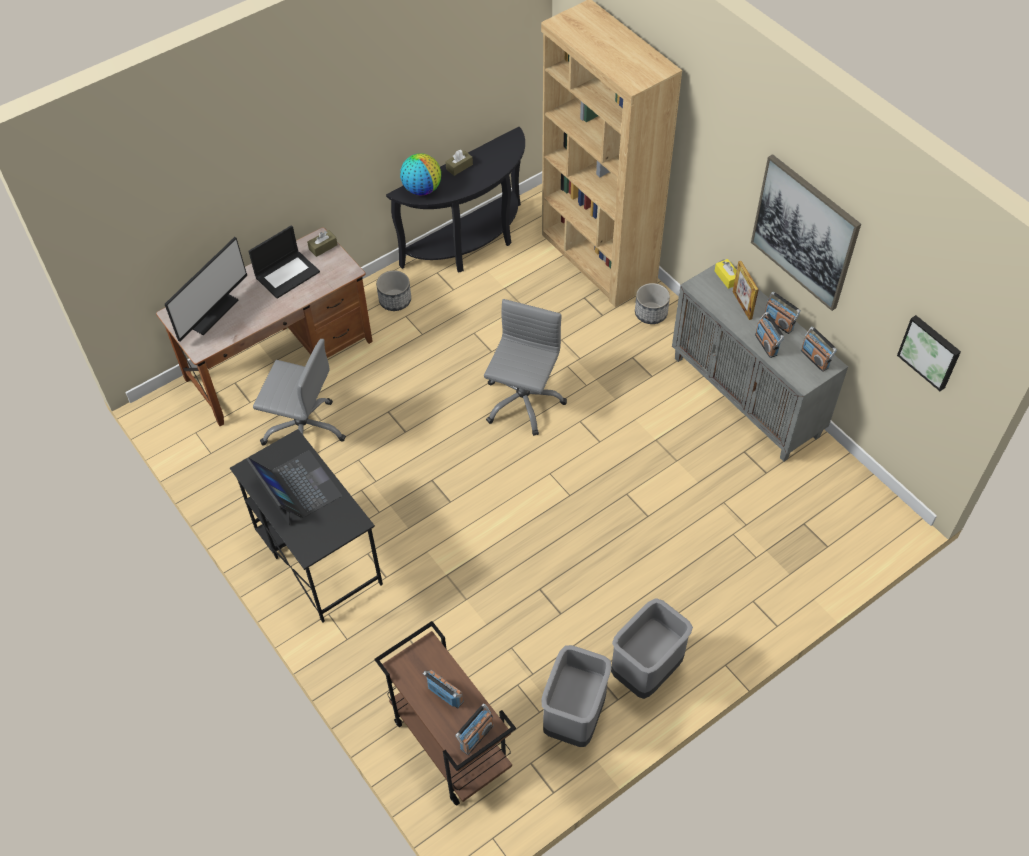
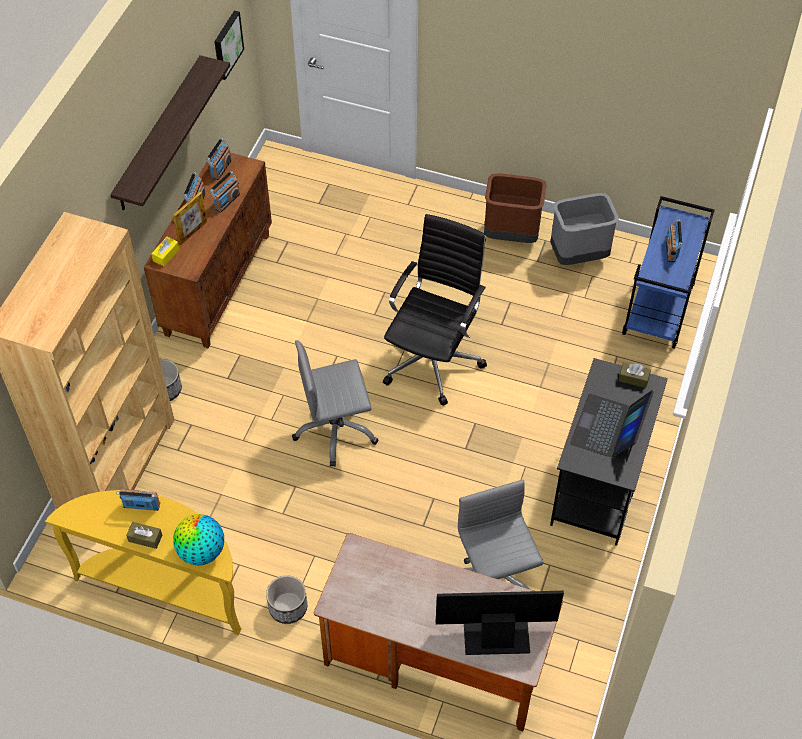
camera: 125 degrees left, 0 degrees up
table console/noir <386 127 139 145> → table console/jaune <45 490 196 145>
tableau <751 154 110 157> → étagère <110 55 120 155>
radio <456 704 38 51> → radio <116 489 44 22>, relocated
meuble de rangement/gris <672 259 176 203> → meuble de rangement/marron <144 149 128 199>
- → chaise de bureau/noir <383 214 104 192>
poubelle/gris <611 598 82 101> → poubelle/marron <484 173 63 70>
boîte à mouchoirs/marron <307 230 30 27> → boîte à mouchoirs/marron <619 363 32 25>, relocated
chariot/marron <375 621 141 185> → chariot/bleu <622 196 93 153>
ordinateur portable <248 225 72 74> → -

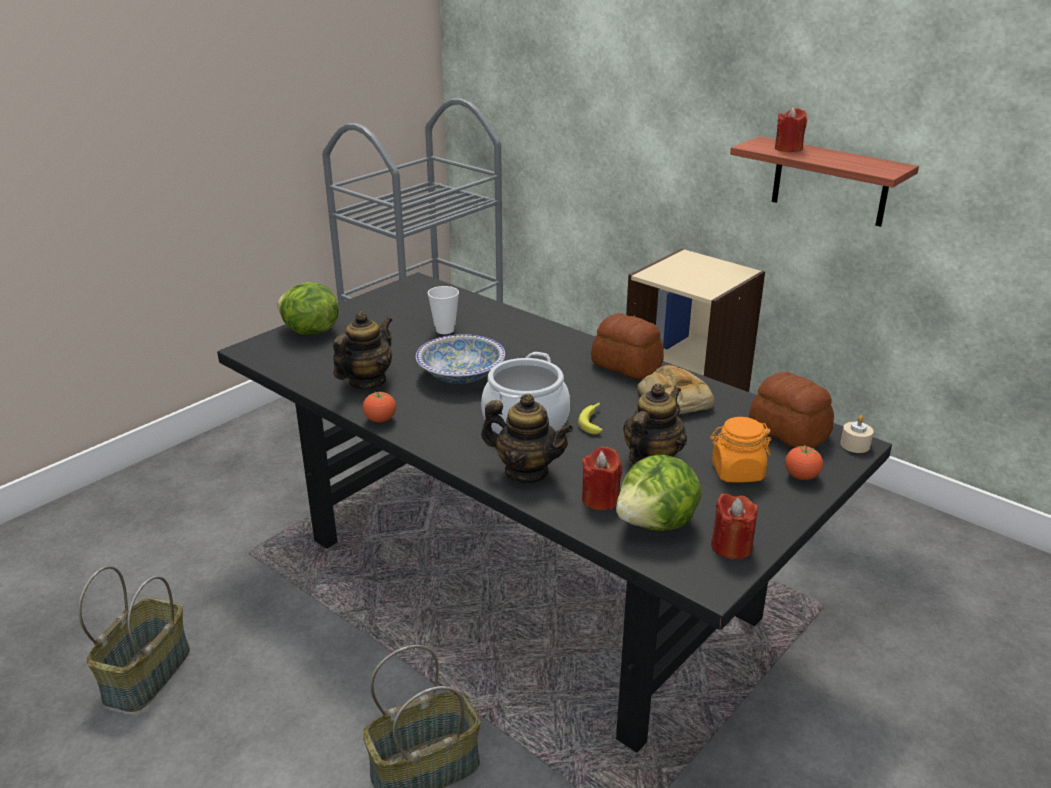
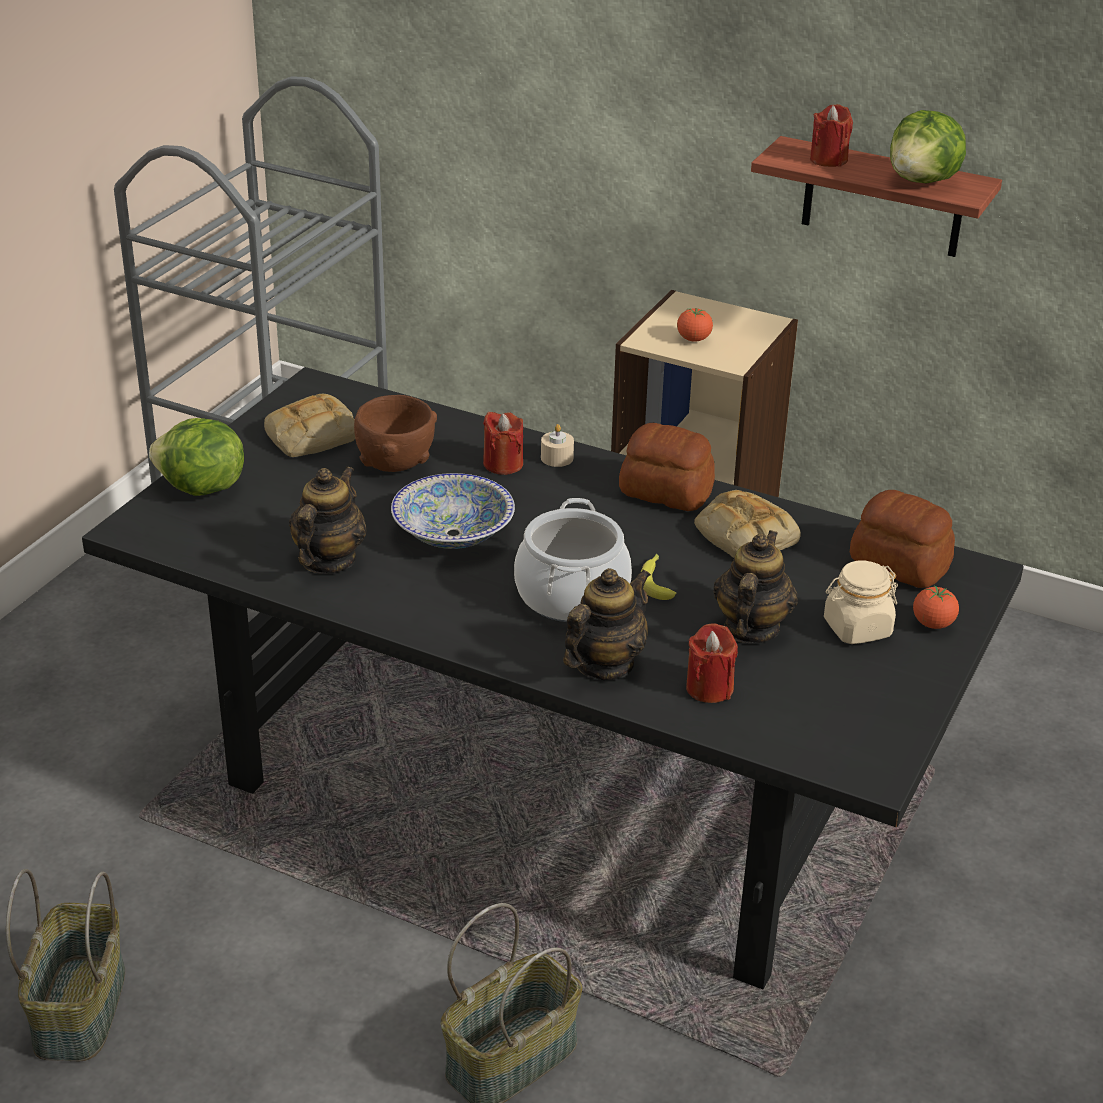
camera: 15 degrees left, 5 degrees up
- → pain <264 394 91 63>
tasse <428 286 31 48> → bol/marron <354 395 83 77>
bougie/rouge <711 493 47 67> → bougie/rouge <483 412 40 63>, relocated
bougie/beige <840 415 34 38> → bougie/beige <541 424 33 43>, relocated
théière <481 393 93 90> → théière <563 568 88 112>, 60 degrees counterclockwise
tomate <363 392 33 30> → tomate <677 308 36 34>, relocated
bocal/orange <710 417 61 66> → bocal/beige <824 561 74 83>
laitue <616 455 86 76> → laitue <890 110 76 74>, relocated

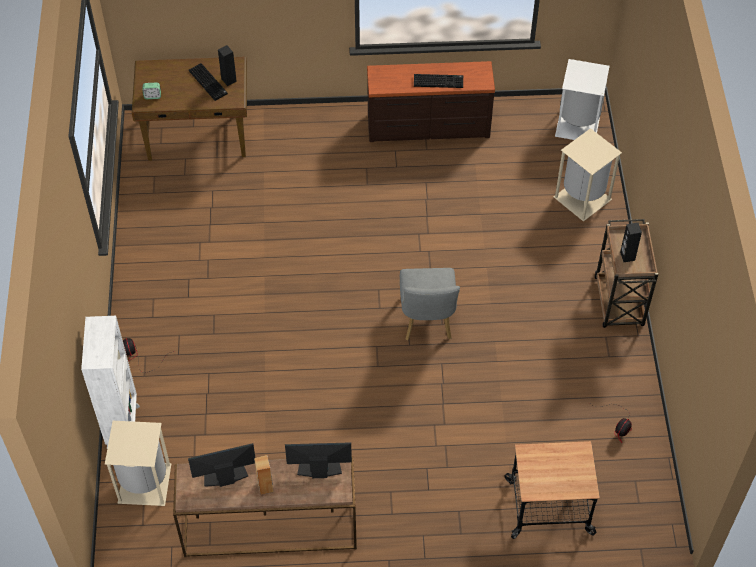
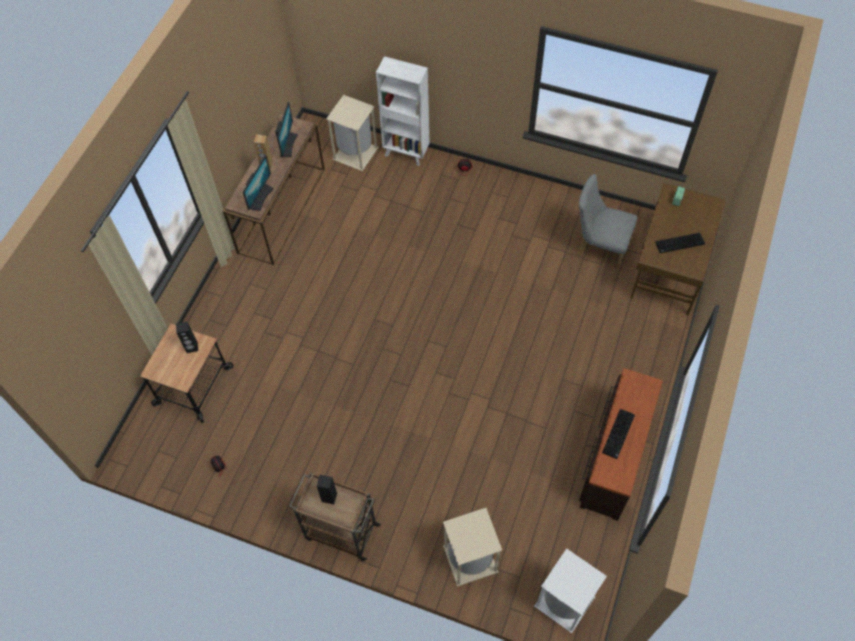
camera: 115 degrees right, 5 degrees up
enceinte/noir <218 45 19 41> → enceinte/noir <176 322 22 31>, relocated
chaise/gris <400 268 60 72> → chaise/gris <577 174 61 97>, relocated

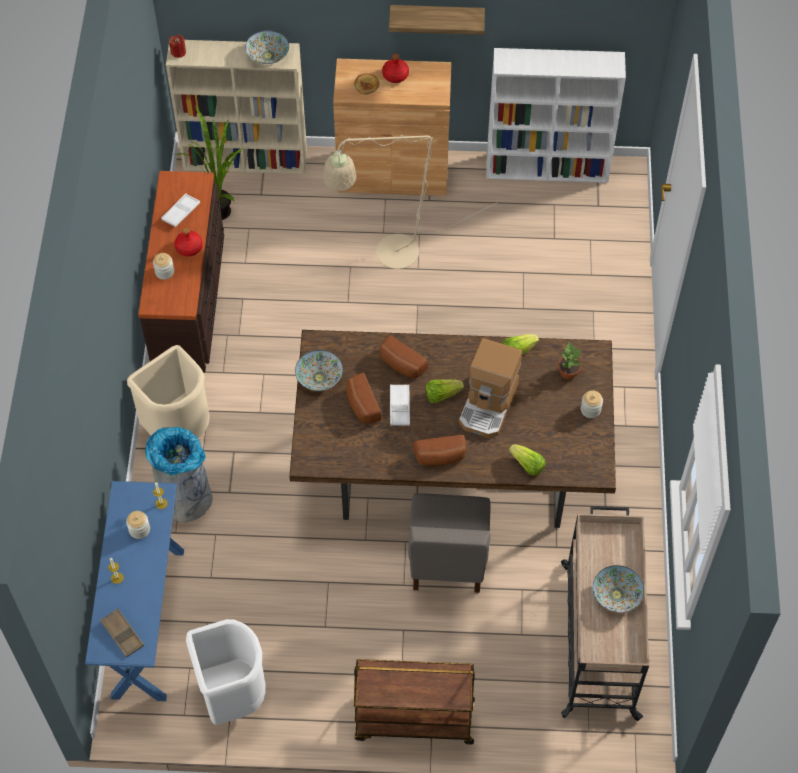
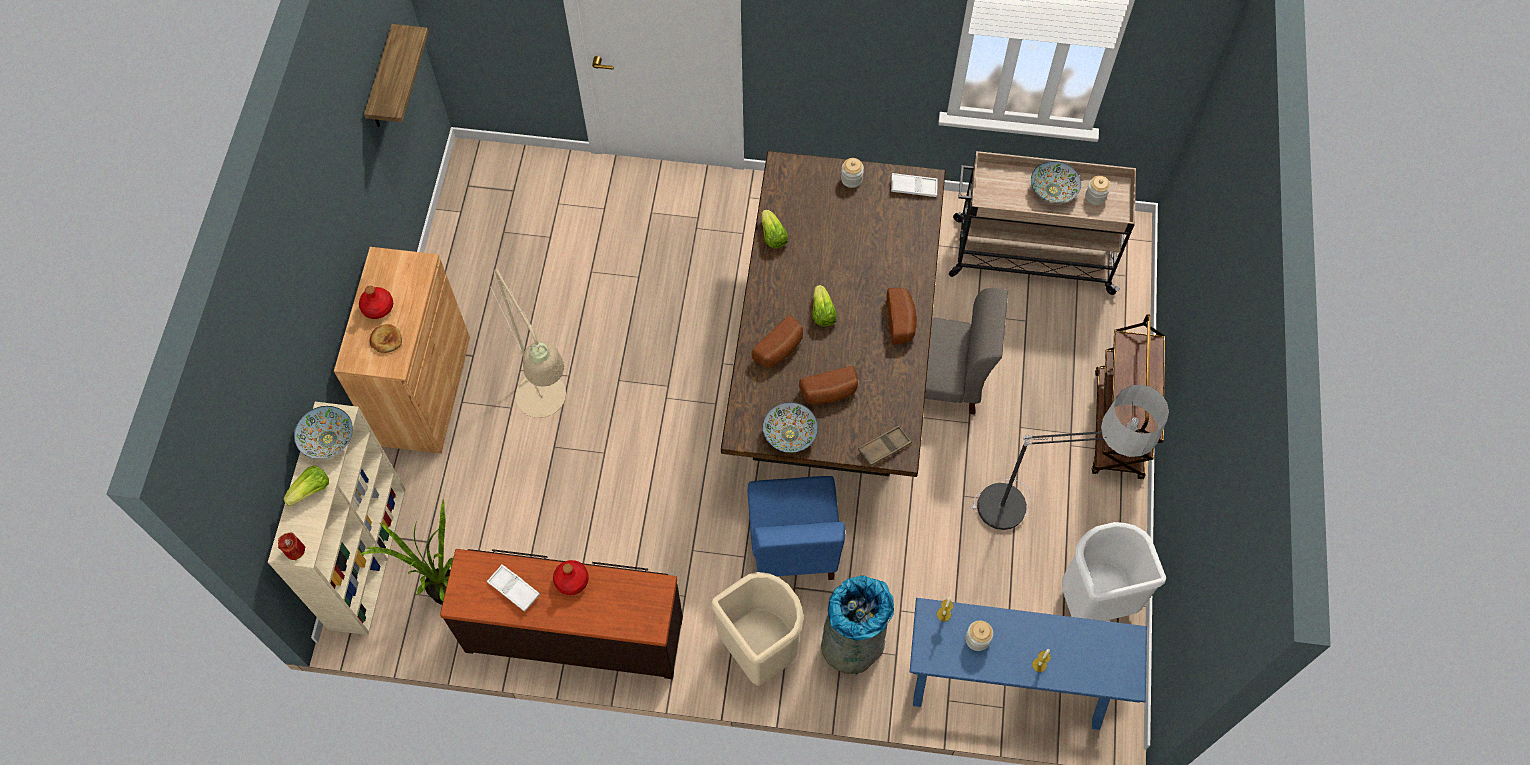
camera: 85 degrees left, 5 degrees up
laitue <509 444 37 32> → laitue <283 465 46 42>, relocated
étagère <389 5 96 30> → étagère <364 24 65 103>, relocated
- → chaise/bleu <748 476 97 104>
plateau/marron <100 608 44 50> → plateau/marron <858 426 54 40>, relocated
plateau/blanc <390 384 20 42> → plateau/blanc <891 173 47 24>, relocated
- → lampadaire <972 385 197 145>
bocal <153 253 21 27> → bocal <1085 176 26 29>, relocated
machine à café <459 338 63 100> → -
bibliothèque/blanc <486 48 140 135> → -
plante en pot <558 342 24 37> → -

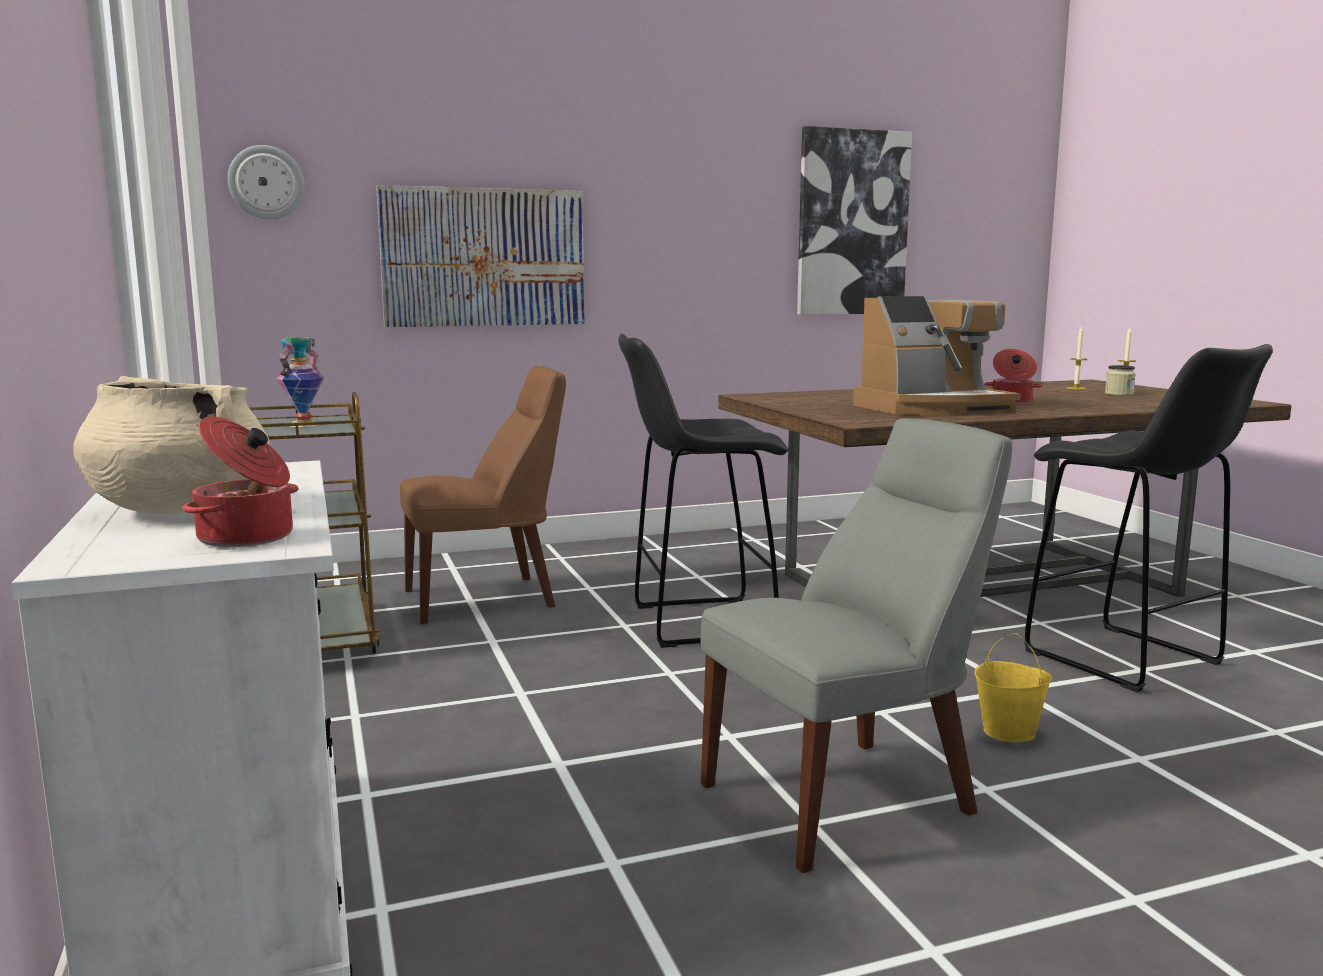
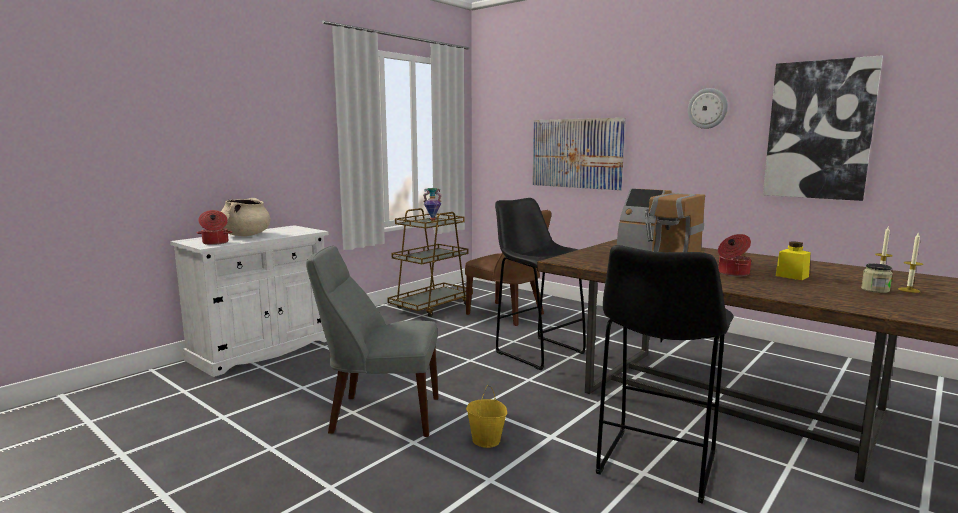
camera: 60 degrees right, 0 degrees up
chaise/gris <700 418 312 455> → chaise/gris <306 246 132 191>, 150 degrees clockwise
horloge murale <228 145 76 75> → horloge murale <688 88 40 41>, relocated
- → bocal/jaune <776 241 35 39>

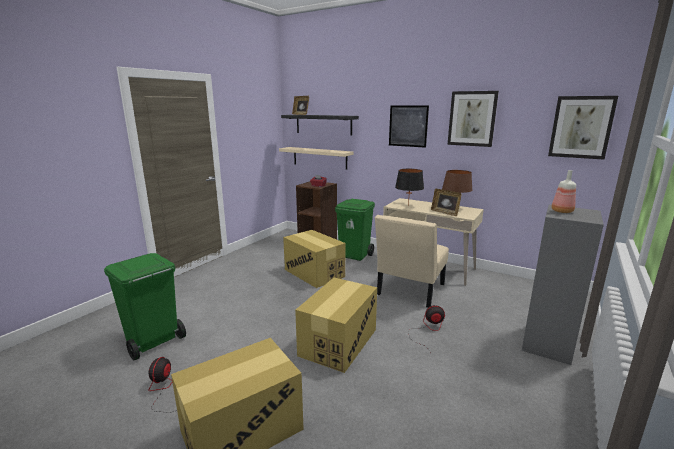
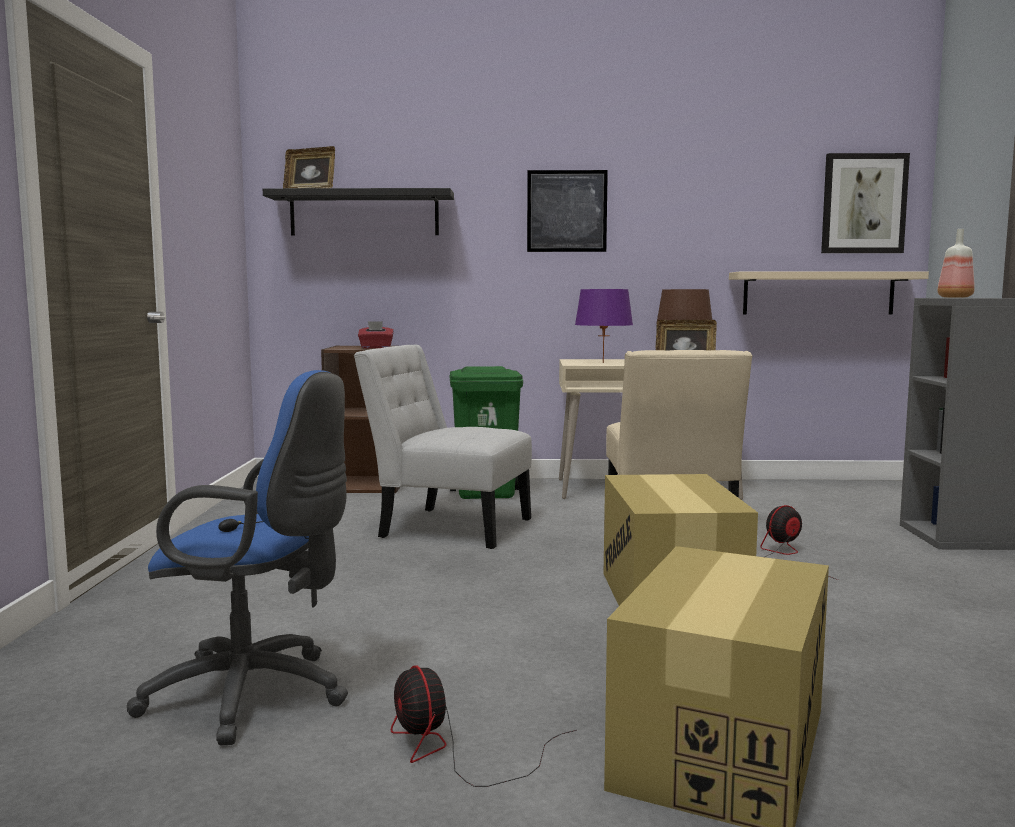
camera: 30 degrees left, 10 degrees down
poubelle/vert <104 253 82 108> → chaise de bureau/bleu <127 370 221 376>
carton <283 230 63 58> → chaise/blanc <354 345 178 204>
lampe de table/noir <395 169 29 37> → lampe de table/violet <575 289 58 74>
étagère/beige <279 147 74 23> → étagère/beige <729 271 200 43>, relocated
tableau <447 91 52 56> → -

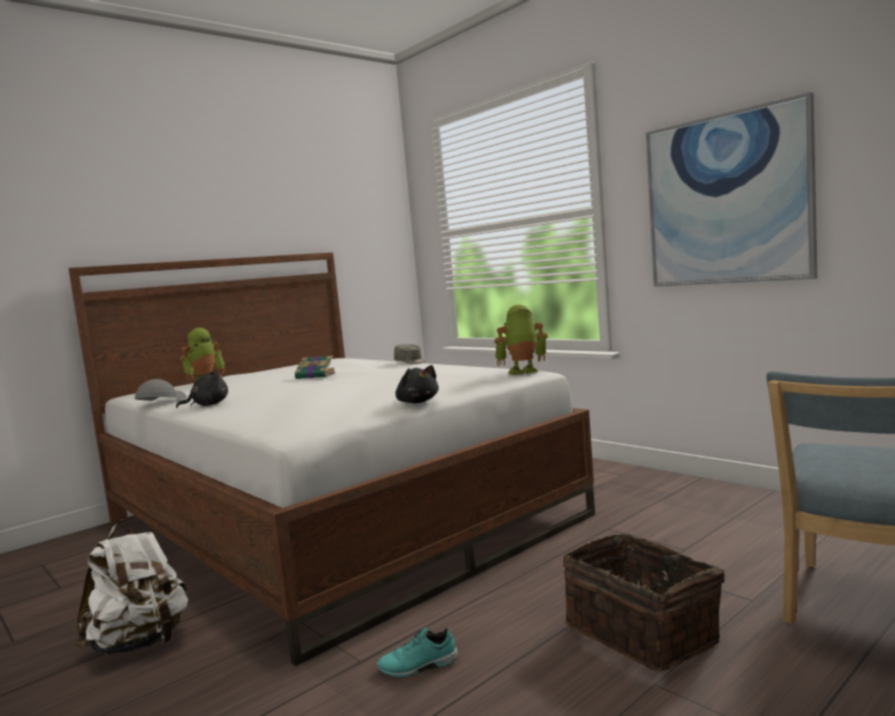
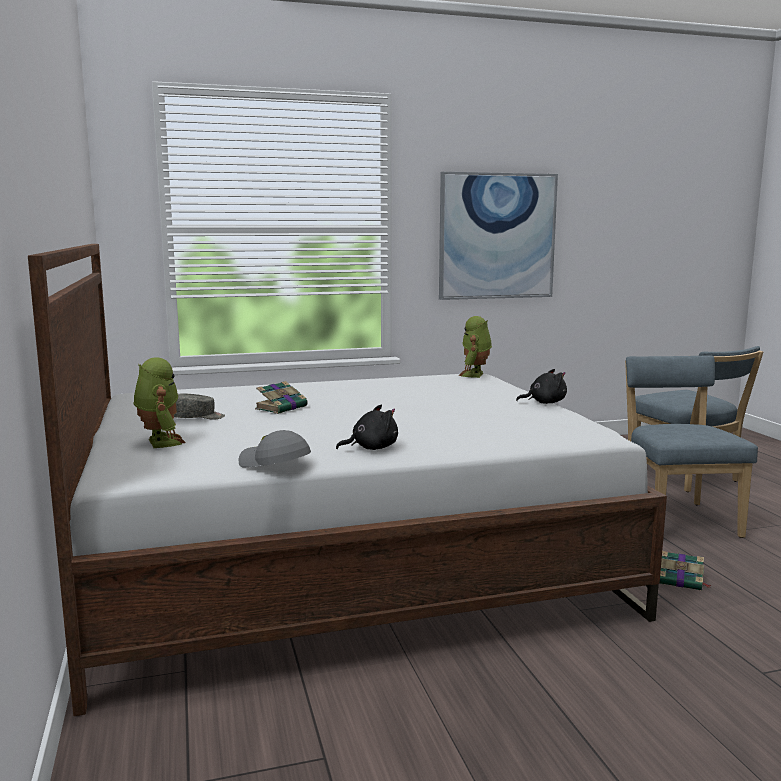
camera: 65 degrees left, 5 degrees up
casquette/gris <394 344 32 20> → casquette/gris <174 394 51 26>, relocated
peluche/noir <176 371 52 37> → peluche/noir <336 405 62 45>, 75 degrees clockwise
panier <564 534 160 137> → chaise/bleu <625 355 133 183>
chaussure/turquoise <377 627 81 50> → livre <660 551 51 40>
sac à dos/blanc <76 520 112 135> → -

